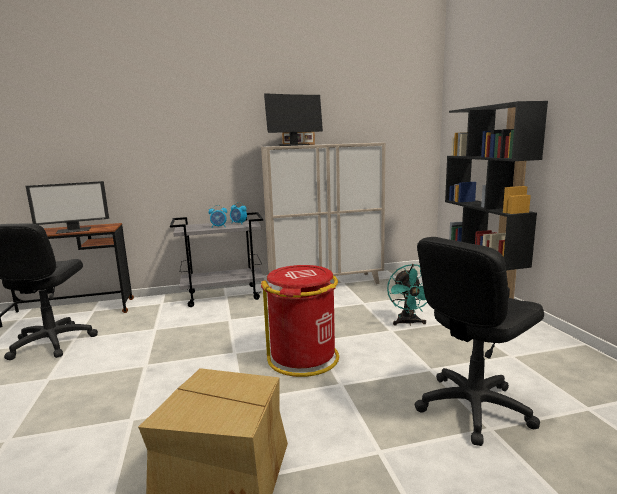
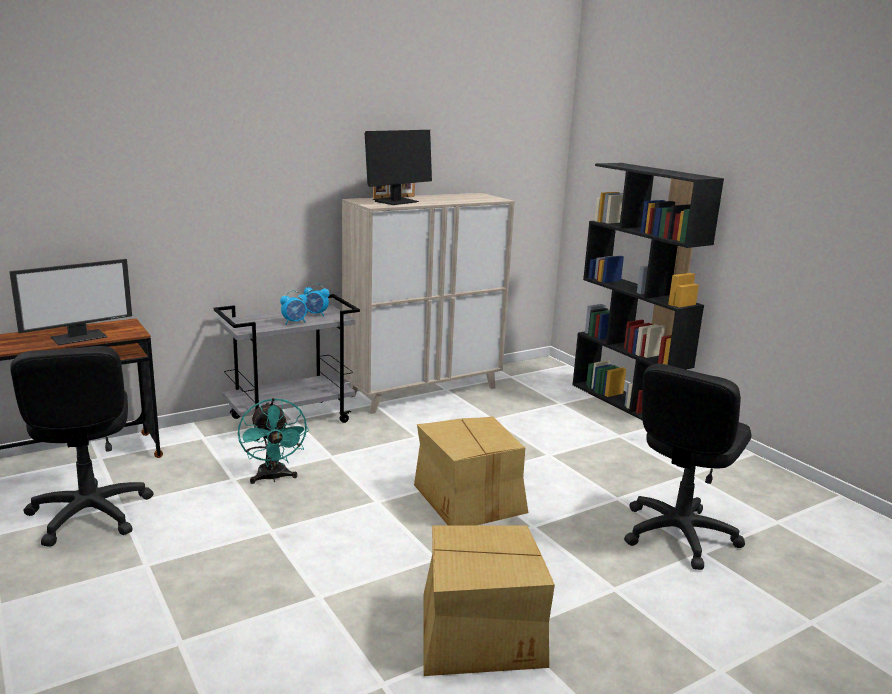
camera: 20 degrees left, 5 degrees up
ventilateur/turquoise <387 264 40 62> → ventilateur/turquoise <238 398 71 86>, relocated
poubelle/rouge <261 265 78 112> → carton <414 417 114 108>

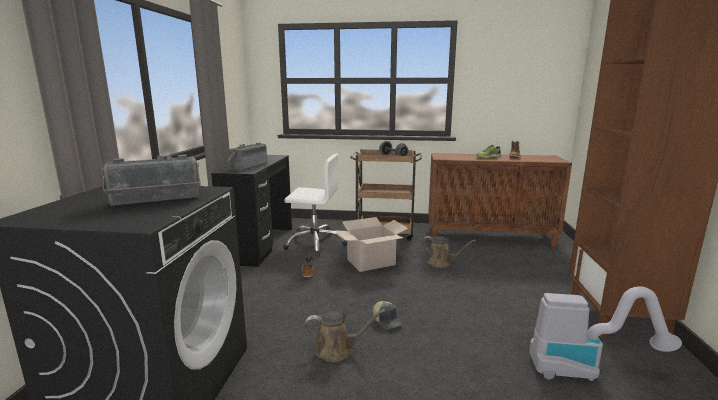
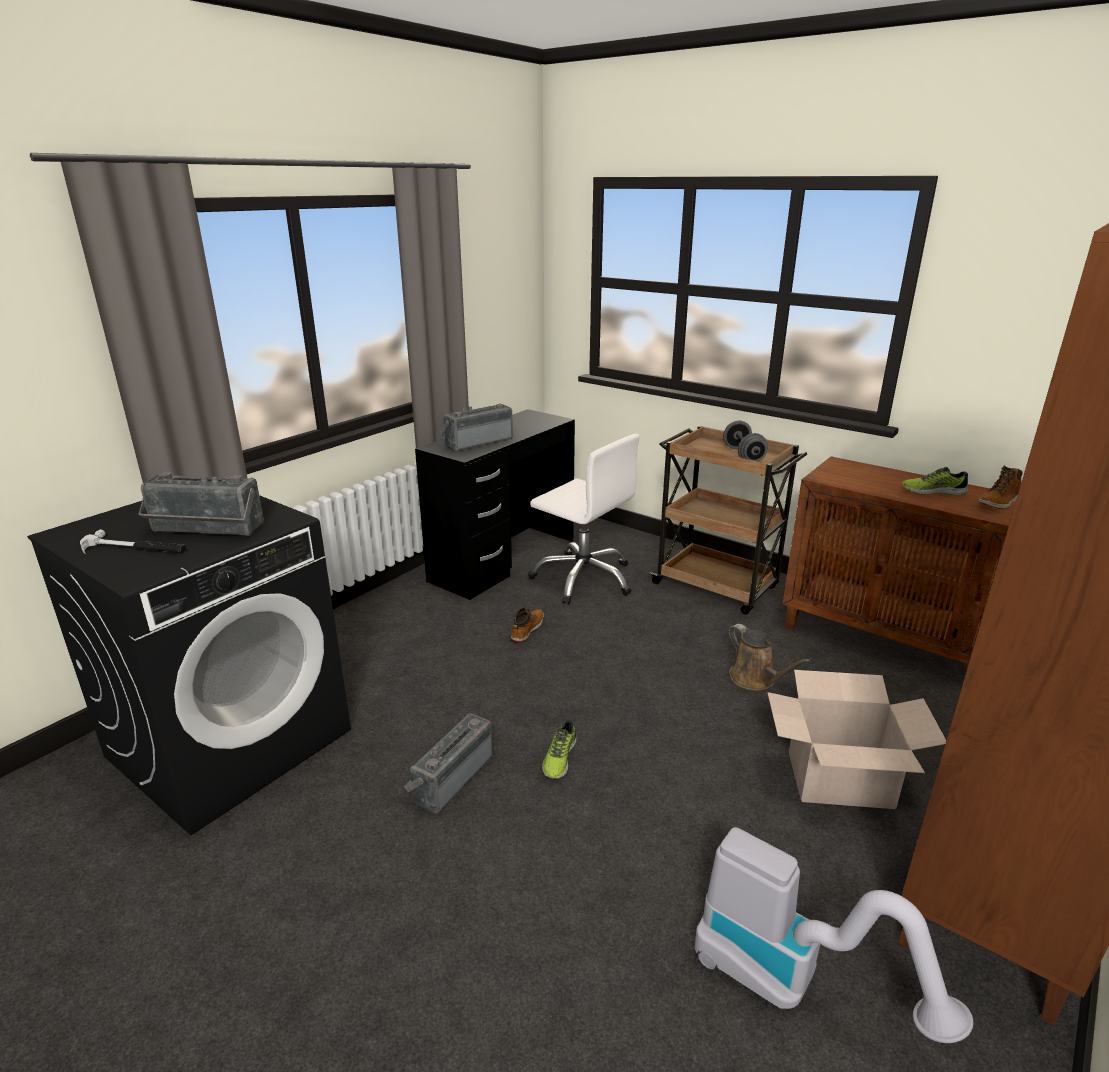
camera: 30 degrees right, 10 degrees up
- → marteau <80 529 106 25>
arrosoir/marron <304 309 81 53> → radio <404 713 89 101>
casquette <373 301 30 29> → chaussure <542 720 35 59>
carton <334 217 74 55> → carton <767 670 179 139>, relocated

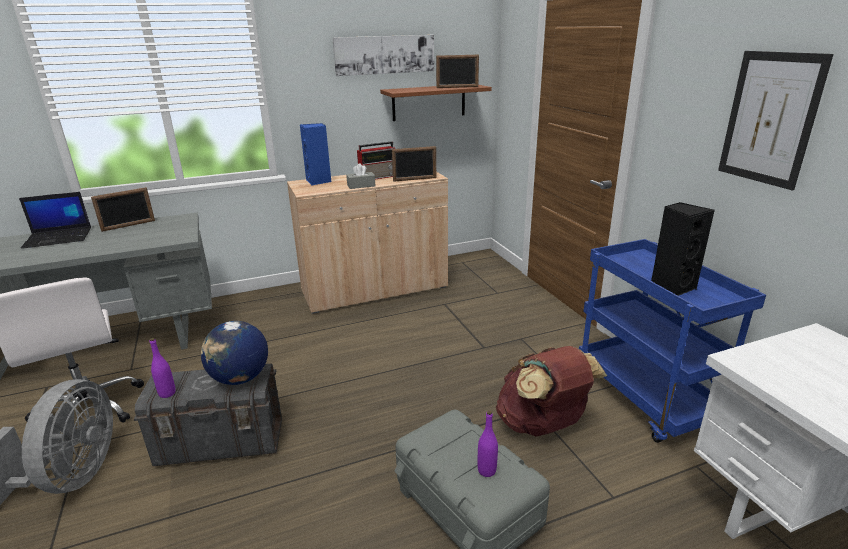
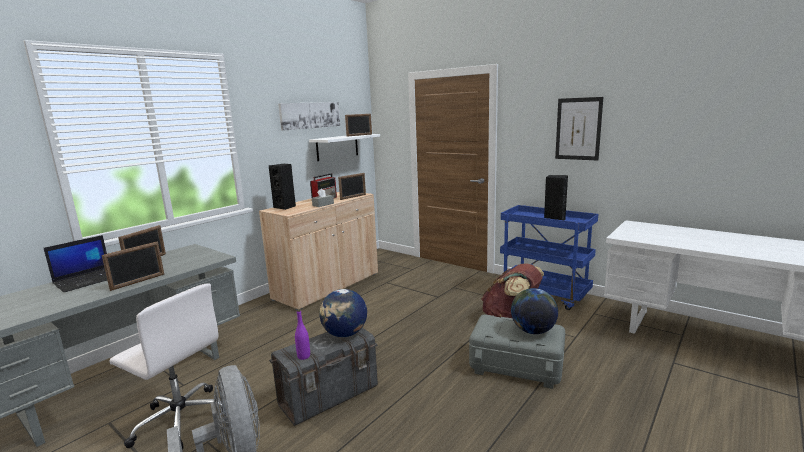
camera: 30 degrees left, 10 degrees down
- → cadre photo <102 242 62 49>
enceinte/bleu <300 123 31 63> → enceinte/noir <269 164 27 46>
étagère/marron <380 85 112 36> → étagère/blanc <309 134 71 27>
bouteille/violet <478 410 20 67> → globe <511 288 47 46>

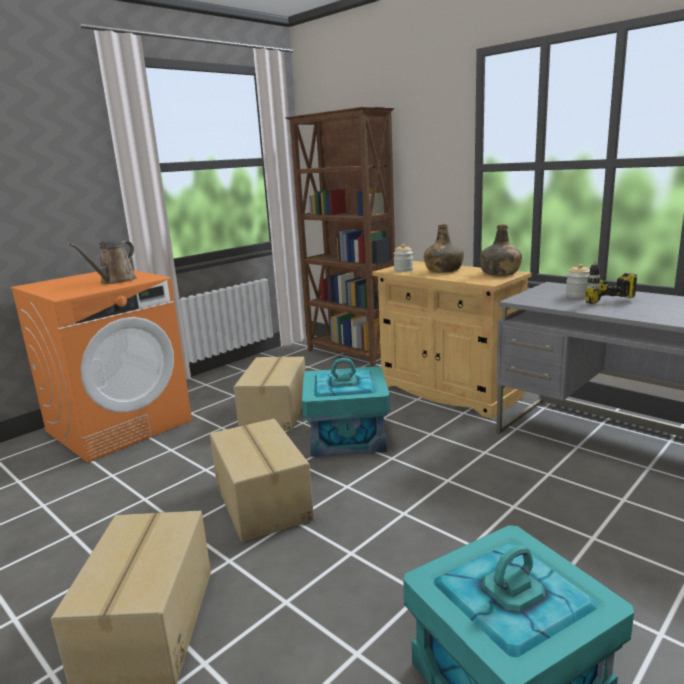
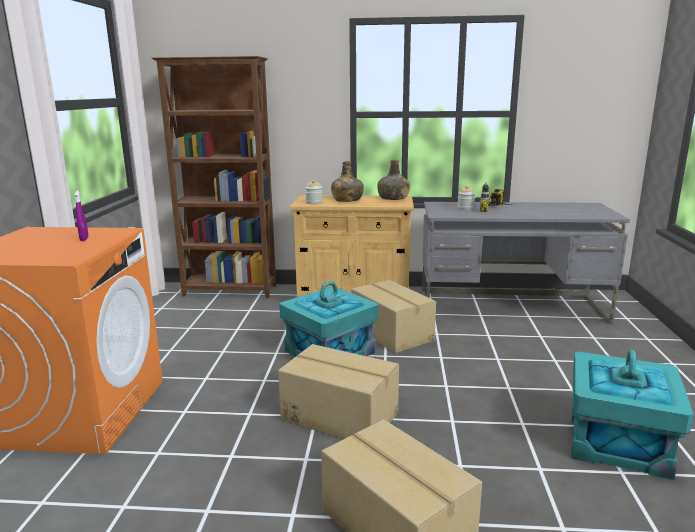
camera: 40 degrees left, 0 degrees up
arrosoir/marron <69 241 68 43> → vaporisateur/violet <75 190 14 51>
carton <234 357 72 74> → carton <351 280 85 73>, relocated

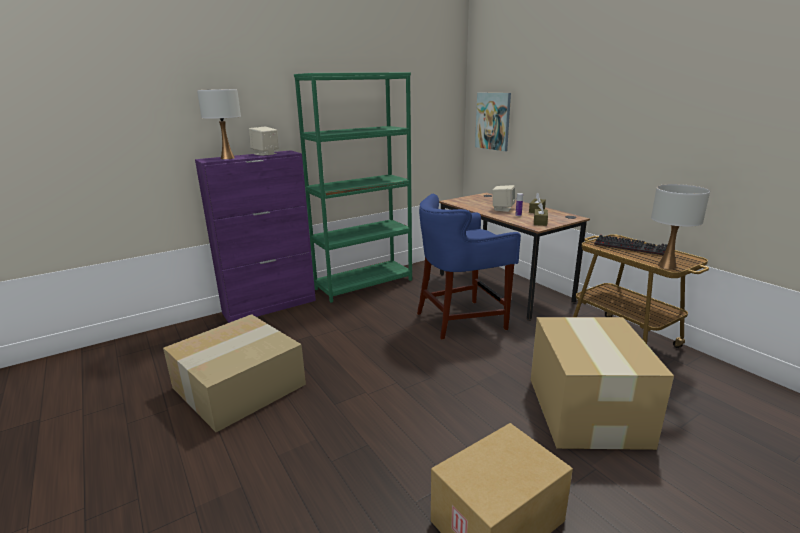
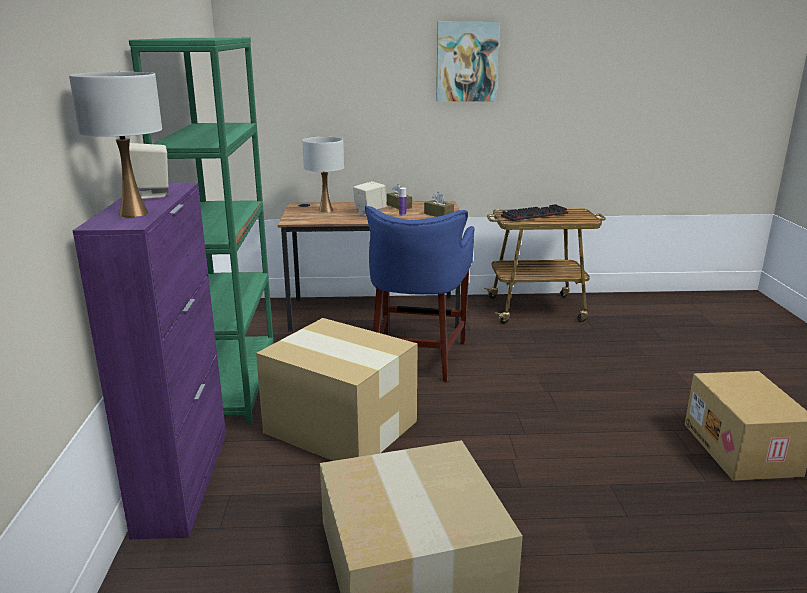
camera: 60 degrees left, 0 degrees up
carton <531 317 143 133> → carton <256 318 162 143>, relocated
lampe de table/blanc <651 184 59 85> → lampe de table/blanc <302 137 42 76>, relocated
tableau <475 93 36 58> → tableau <436 22 64 80>, relocated

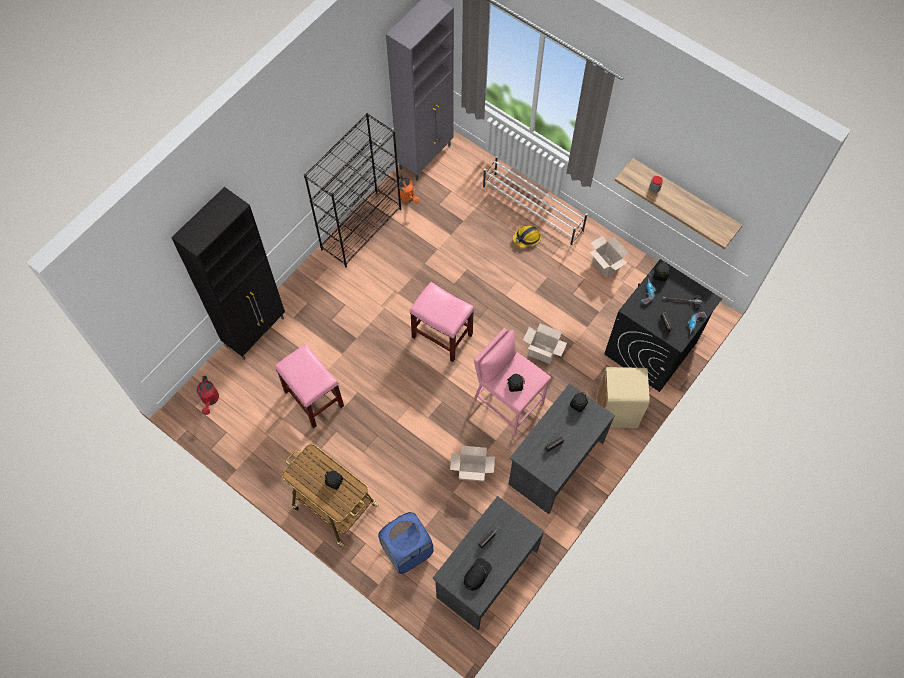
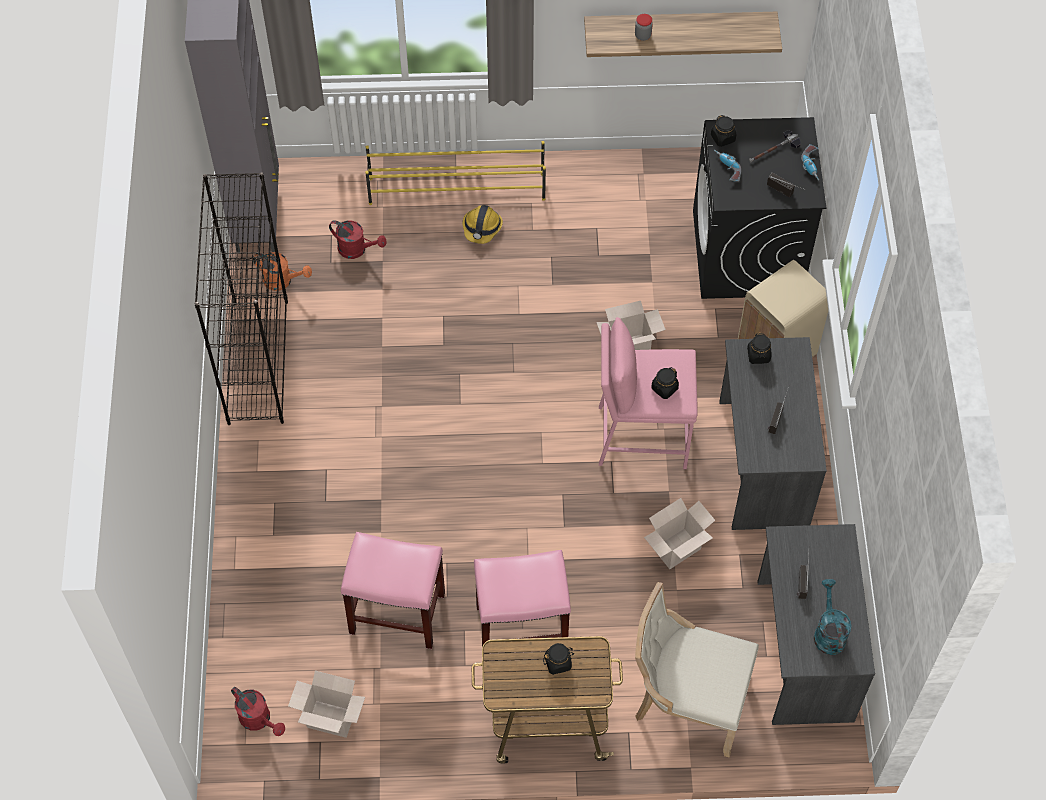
camera: 40 degrees left, 5 degrees down
carton <590 236 38 42> → carton <288 671 77 67>, relocated
- → arrosoir/rouge <329 220 58 39>
étagère à chaussures/blanc <483 156 104 90> → étagère à chaussures/jaune <365 141 181 64>
tabouret/rose <410 282 64 80> → tabouret/rose <474 550 97 104>, relocated
panier à linge/bleu <378 512 55 62> → chaise/beige <635 582 124 176>
casquette/noir <464 558 28 33> → arrosoir/turquoise <814 579 38 76>
meuble de rangement/noir <171 187 114 173> → -

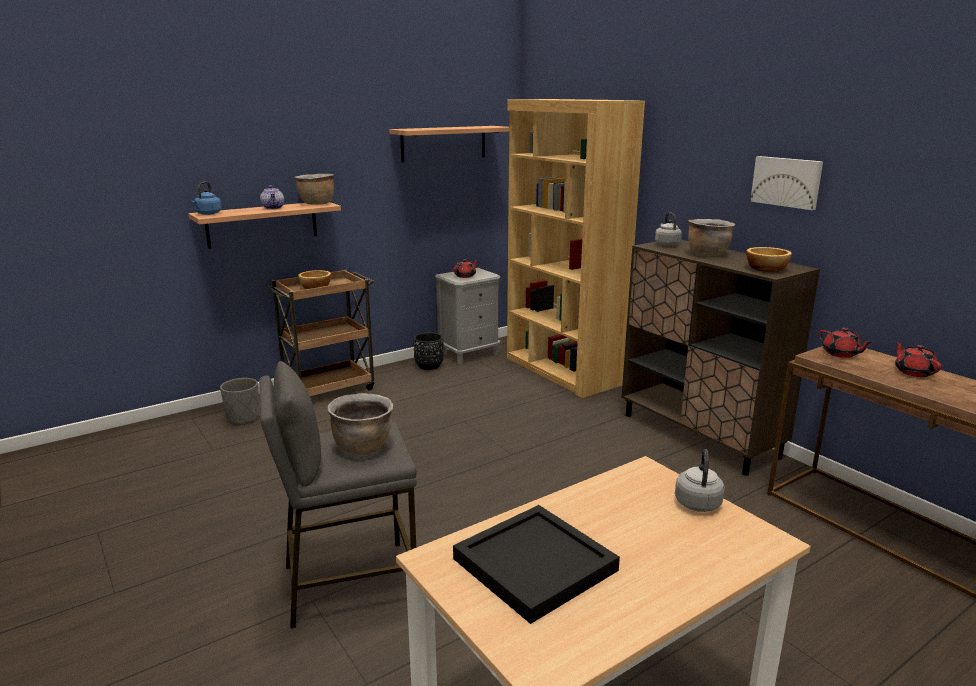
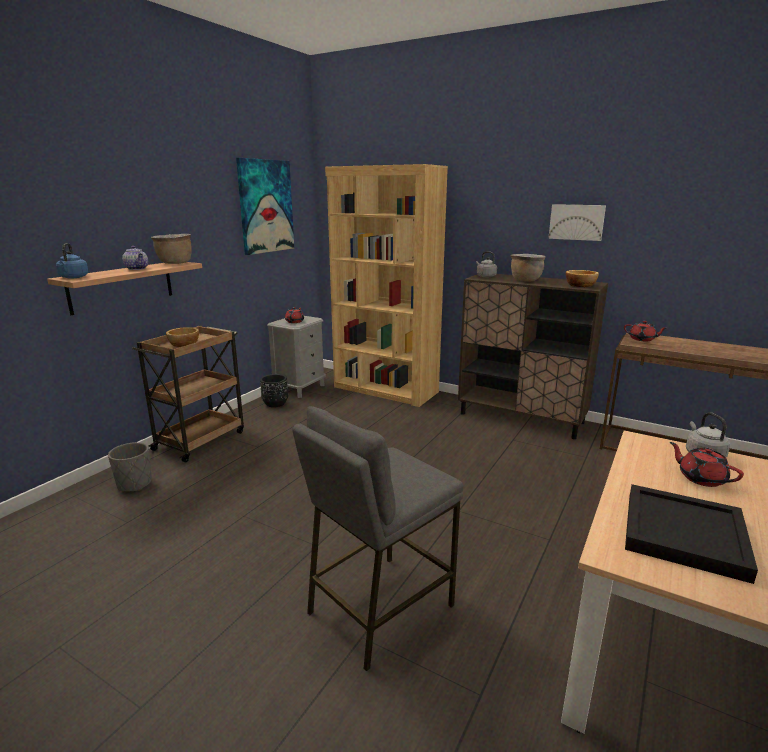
camera: 25 degrees left, 0 degrees up
étagère <389 126 120 36> → tableau <236 158 58 97>
théière/rouge <895 341 47 36> → théière/rouge <670 442 74 45>, relocated
marmite/marron <328 393 66 62> → -

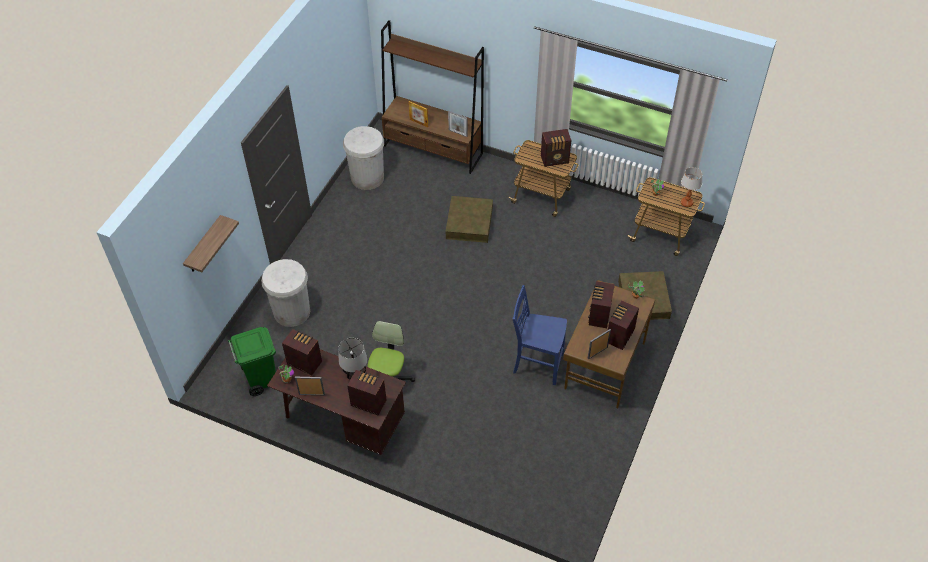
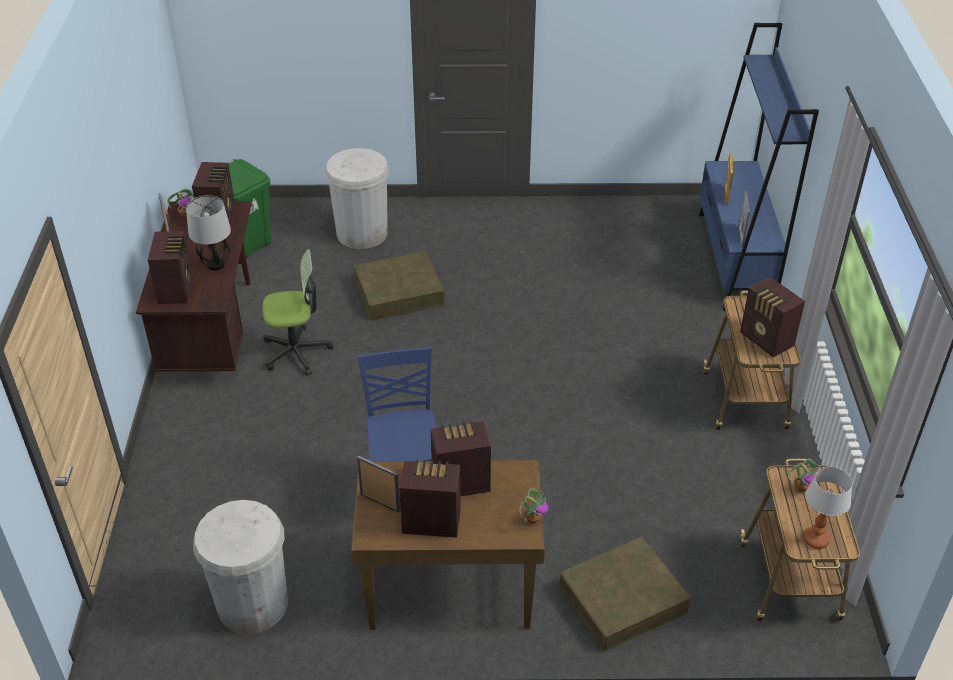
camera: 65 degrees right, 10 degrees down
poubelle/blanc <343 126 41 64> → poubelle/blanc <193 500 95 134>, relocated
boîte de rangement/marron <446 196 47 47> → boîte de rangement/marron <354 252 91 69>, relocated
bibliothèque/marron <381 20 103 154> → bibliothèque/bleu <699 23 120 288>
étagère <183 215 56 57> → -

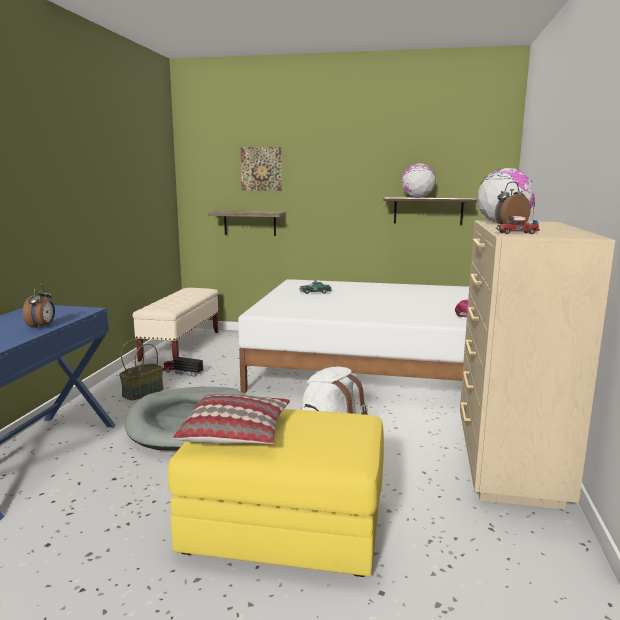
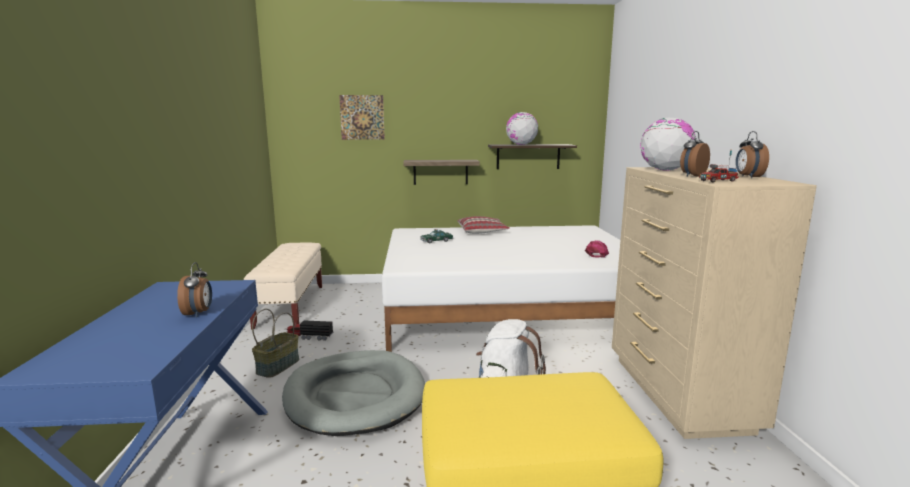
camera: 15 degrees left, 0 degrees up
étagère <208 211 77 25> → étagère <403 160 77 25>, relocated
coussin <173 394 117 50> → coussin <457 216 53 18>, relocated
- → réveil <736 131 33 47>

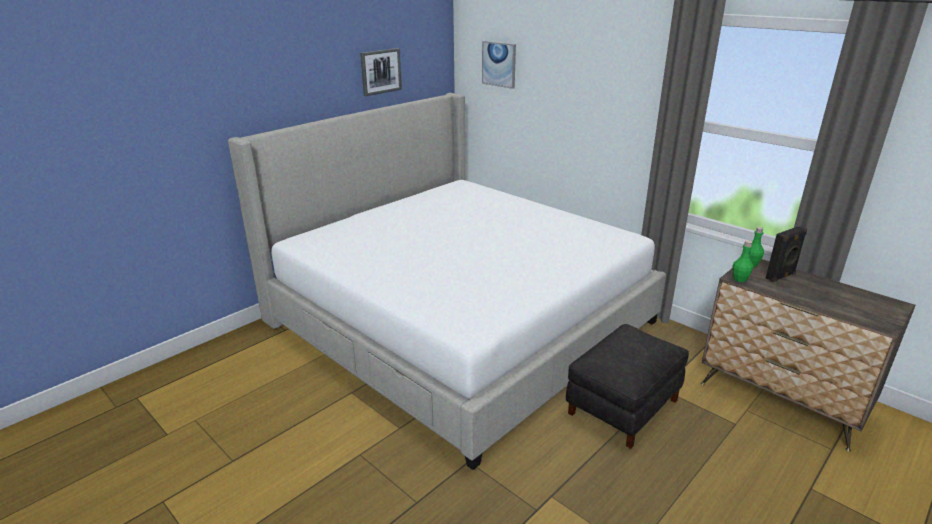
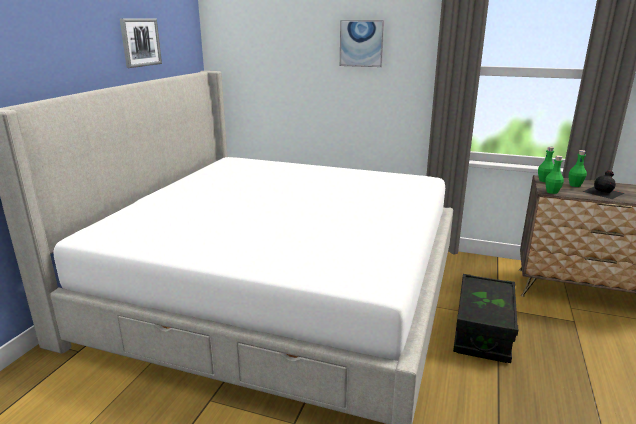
camera: 25 degrees left, 5 degrees down
tableau <482 41 34 48> → tableau <340 20 44 47>, relocated
pouf/noir <566 324 123 125> → boîte de rangement/noir <453 274 65 89>
enceinte/noir <766 226 41 56> → bouteille/vert <569 150 18 37>
- → bouteille/noir <582 170 42 29>

